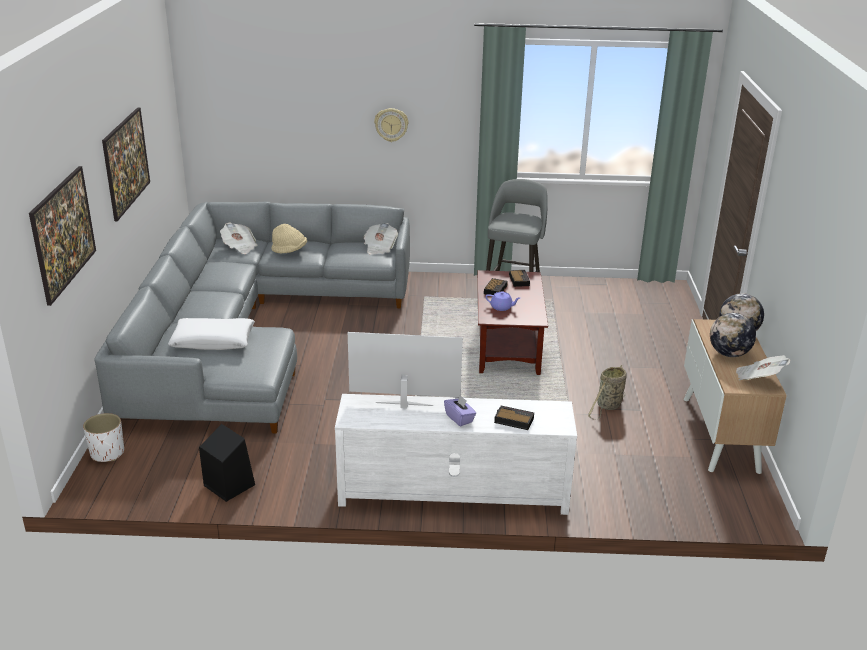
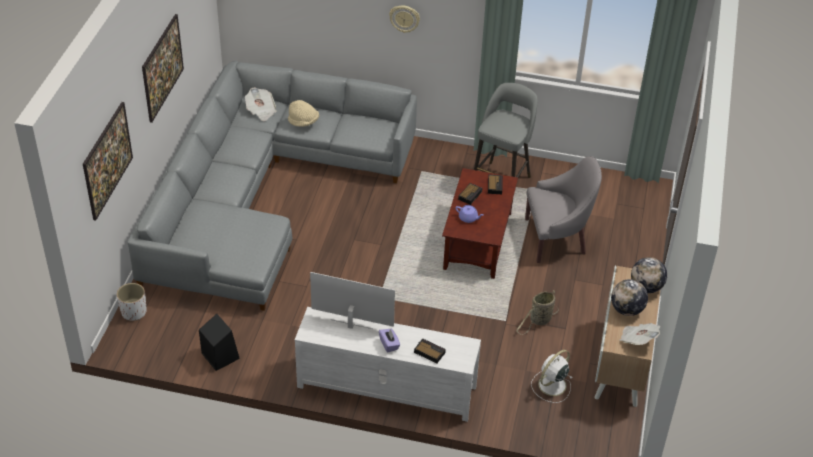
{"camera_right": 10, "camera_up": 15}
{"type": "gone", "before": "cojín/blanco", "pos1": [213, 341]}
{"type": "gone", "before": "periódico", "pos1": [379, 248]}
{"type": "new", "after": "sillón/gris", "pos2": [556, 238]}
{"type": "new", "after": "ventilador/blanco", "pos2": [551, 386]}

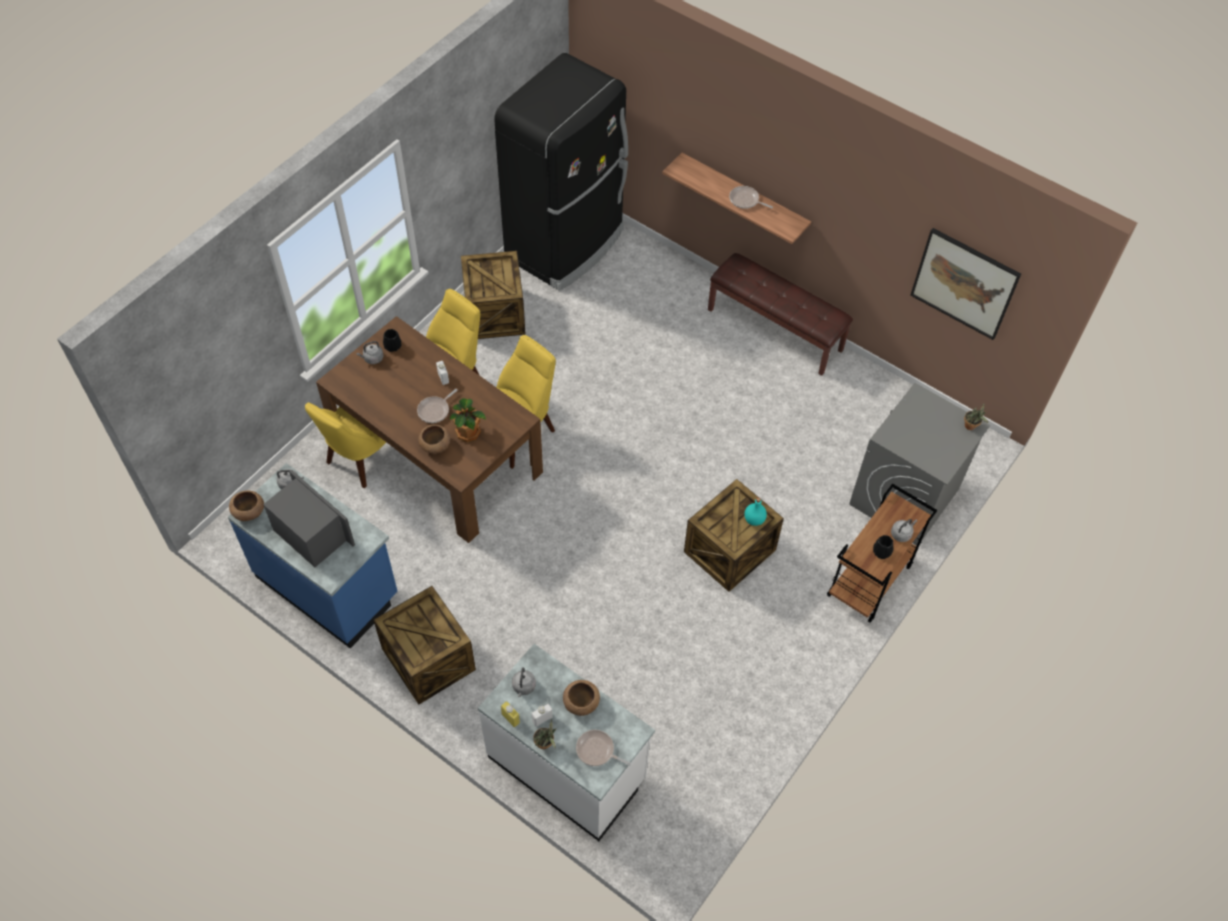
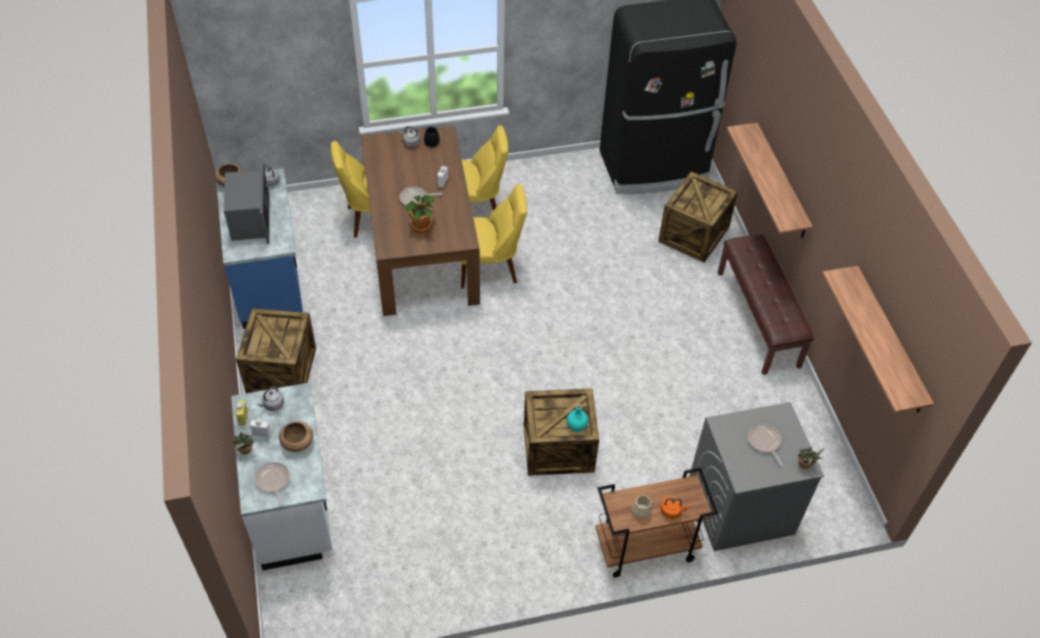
{"camera_right": 40, "camera_up": -5}
{"type": "gone", "before": "cuenco/marrón", "pos1": [435, 445]}
{"type": "shifted", "before": "caja de embalaje", "pos1": [496, 313], "pos2": [694, 235]}
{"type": "shifted", "before": "sartén", "pos1": [745, 200], "pos2": [764, 442]}
{"type": "swapped", "before": "cuadro", "after": "estante", "pos1": [964, 283], "pos2": [889, 341]}
{"type": "repainted", "before": "florero/negro", "after": "florero/beis", "pos1": [882, 552], "pos2": [641, 512]}
{"type": "repainted", "before": "hervidor/gris", "after": "hervidor/naranja", "pos1": [901, 534], "pos2": [672, 511]}

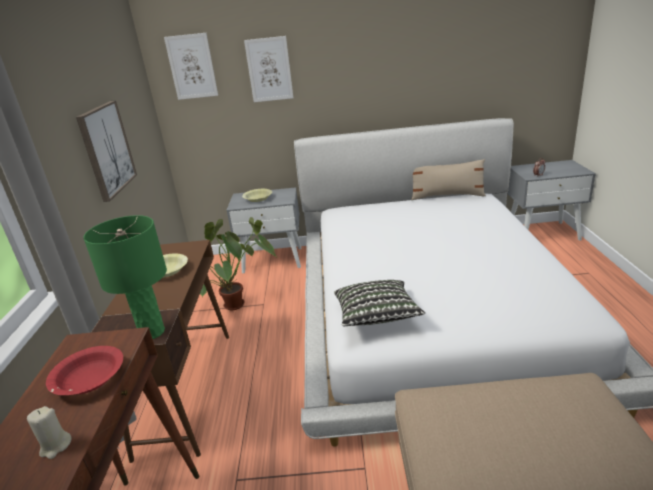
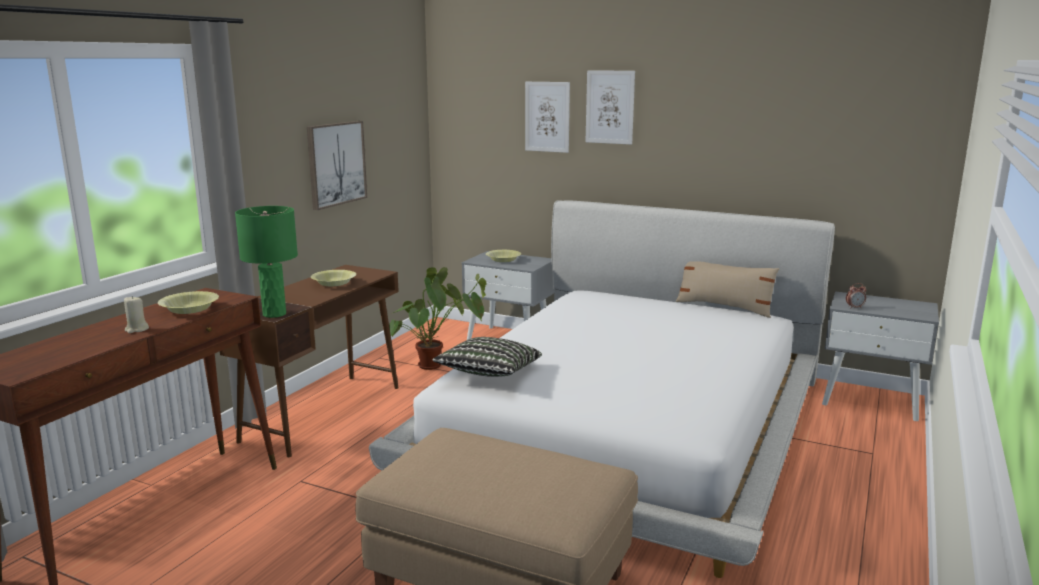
{"camera_right": 25, "camera_up": -10}
{"type": "shifted", "before": "cuadro", "pos1": [192, 66], "pos2": [610, 107]}
{"type": "repainted", "before": "cuenco/rojo", "after": "cuenco/amarillo", "pos1": [89, 379], "pos2": [189, 309]}

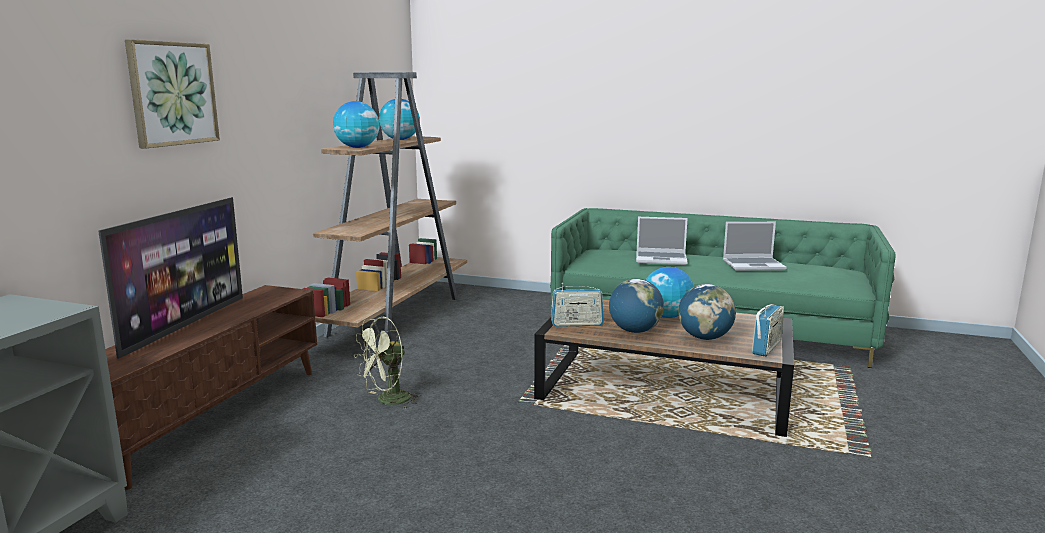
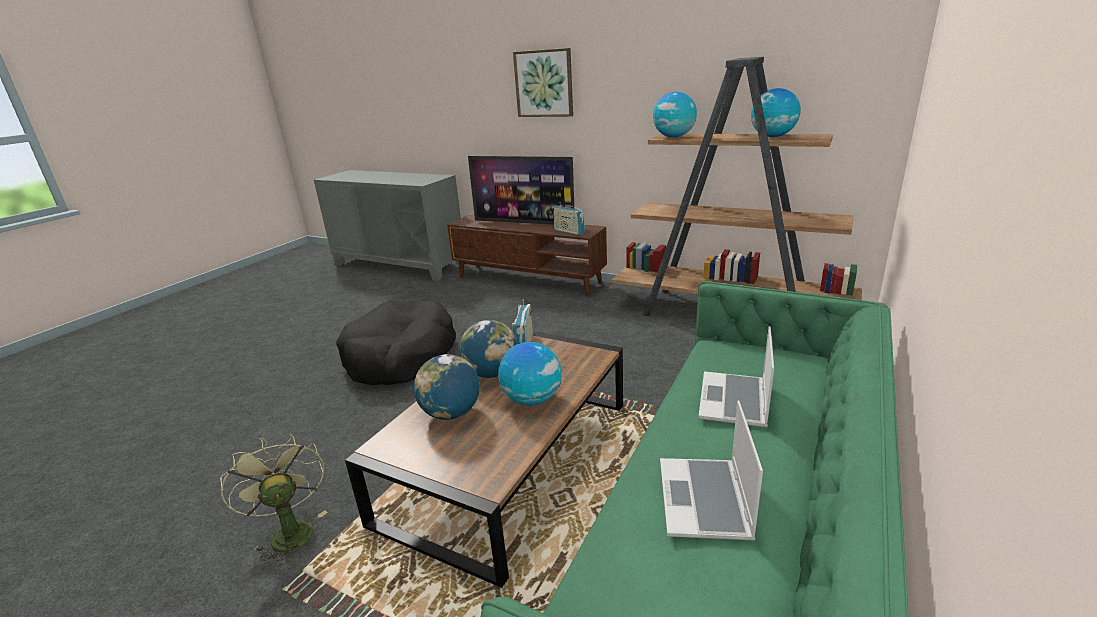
{"camera_right": 100, "camera_up": 10}
{"type": "new", "after": "cama para perro/negro", "pos2": [401, 356]}
{"type": "shifted", "before": "ventilador/verde", "pos1": [388, 401], "pos2": [289, 531]}
{"type": "shifted", "before": "radio", "pos1": [766, 347], "pos2": [569, 232]}

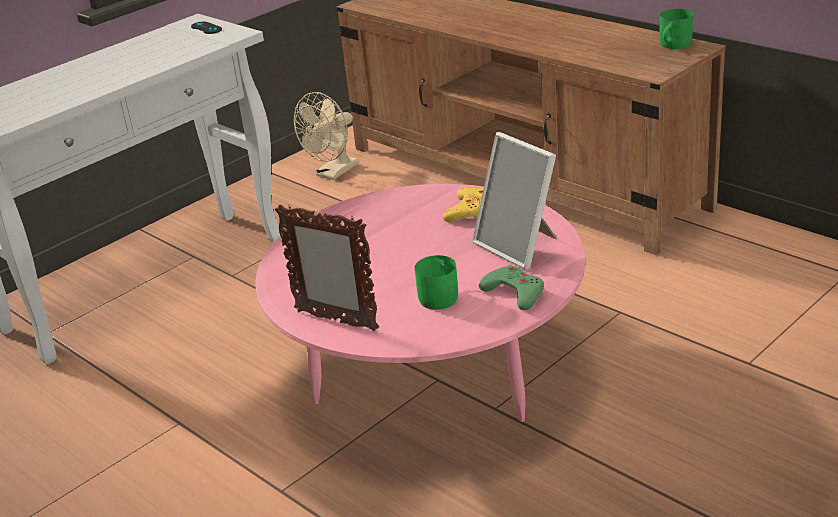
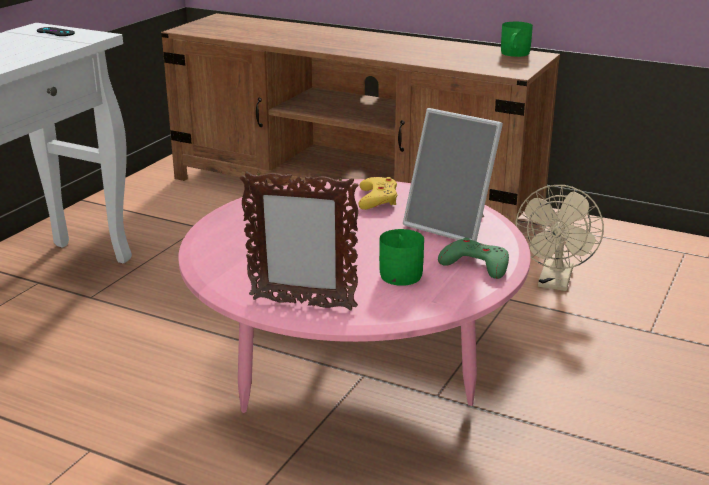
{"camera_right": -20, "camera_up": -5}
{"type": "shifted", "before": "ventilador/beis", "pos1": [333, 173], "pos2": [555, 283]}

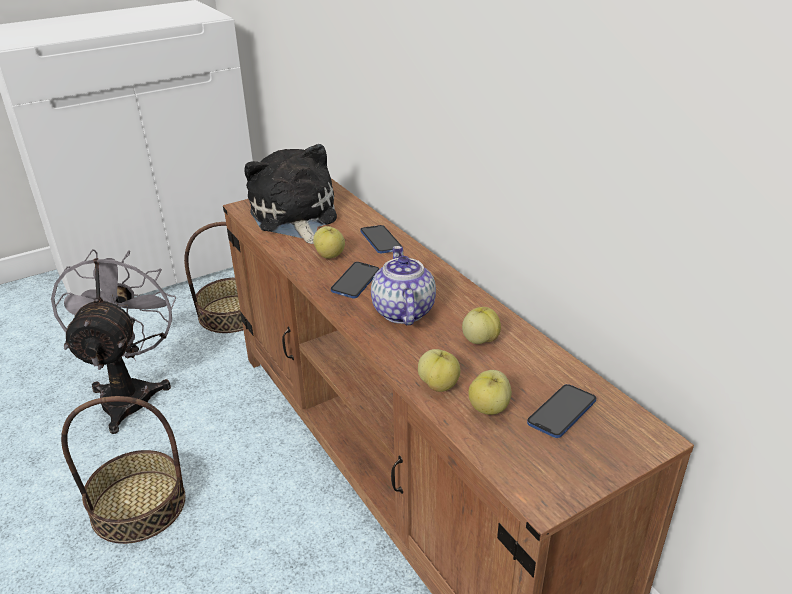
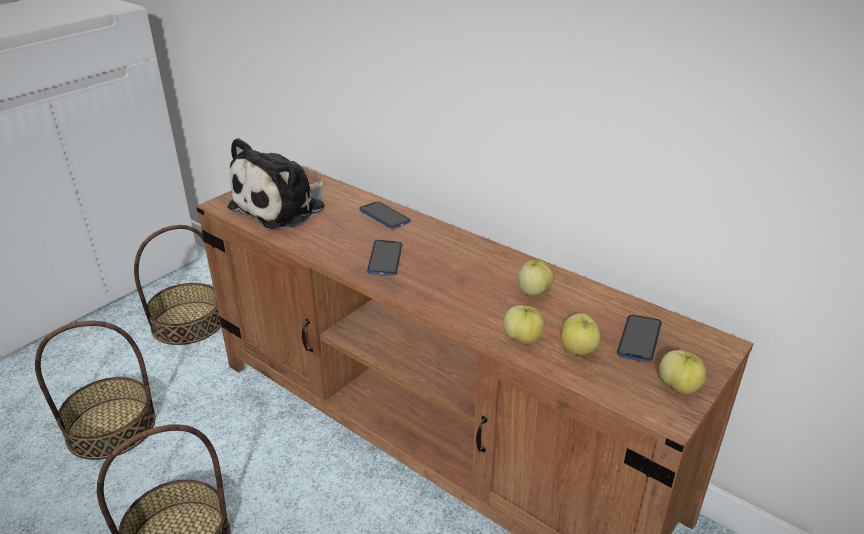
{"camera_right": -20, "camera_up": 0}
{"type": "gone", "before": "tetera", "pos1": [402, 311]}
{"type": "shifted", "before": "manzana", "pos1": [330, 255], "pos2": [679, 387]}
{"type": "swapped", "before": "ventilador/gris", "after": "cesta", "pos1": [130, 392], "pos2": [111, 428]}
{"type": "rotated", "before": "peluche", "pos1": [294, 217], "pos2": [282, 206], "turn": -105}

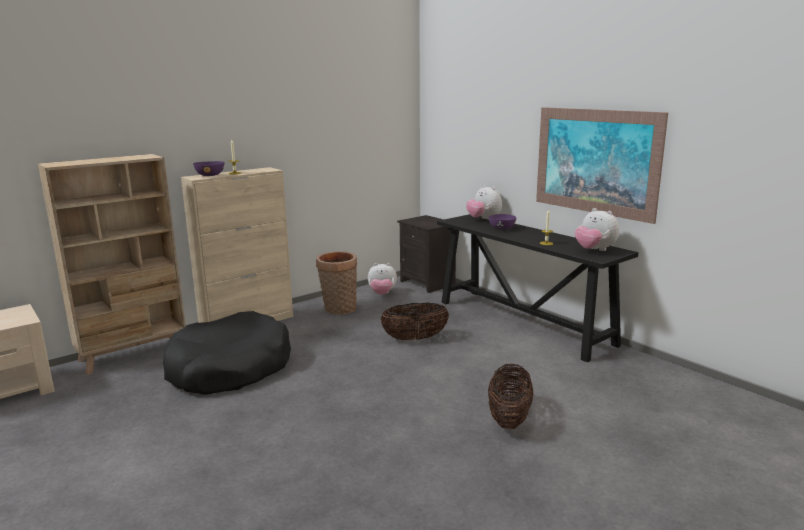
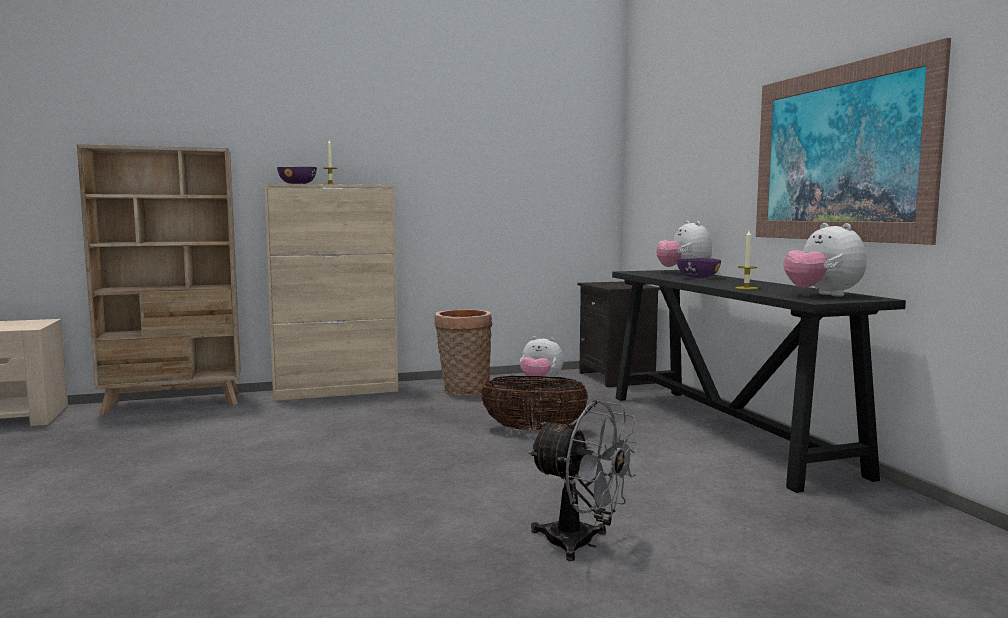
{"camera_right": 20, "camera_up": -10}
{"type": "gone", "before": "cama para perro/negro", "pos1": [229, 368]}
{"type": "swapped", "before": "cesta", "after": "ventilador/gris", "pos1": [509, 418], "pos2": [581, 544]}

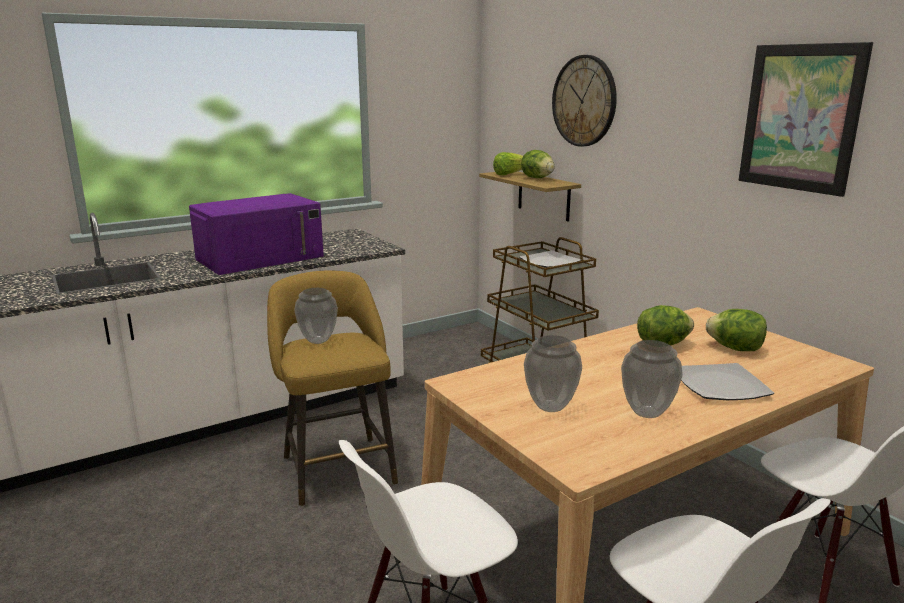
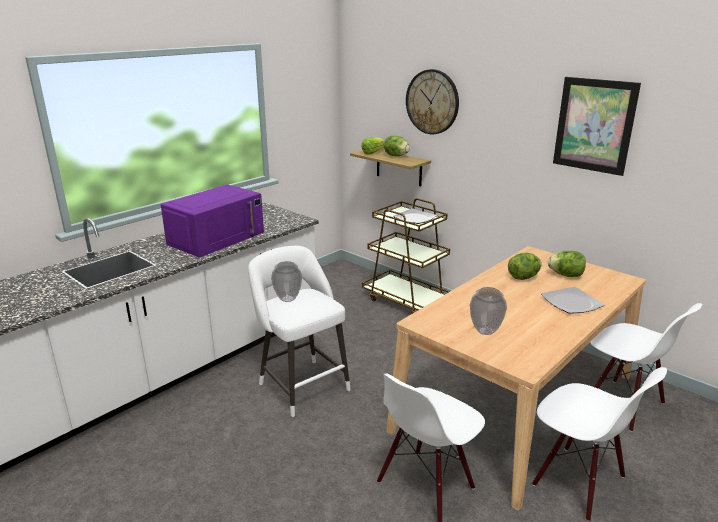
{"camera_right": -15, "camera_up": 5}
{"type": "gone", "before": "florero", "pos1": [646, 412]}
{"type": "repainted", "before": "taburete/amarillo", "after": "taburete/blanco", "pos1": [337, 467], "pos2": [301, 385]}

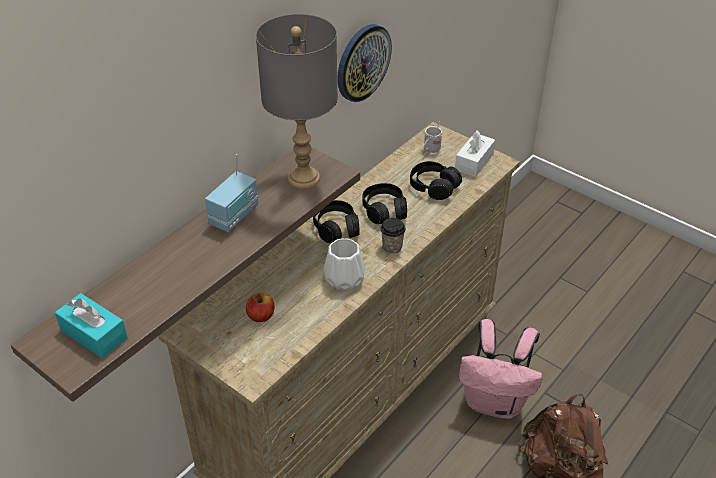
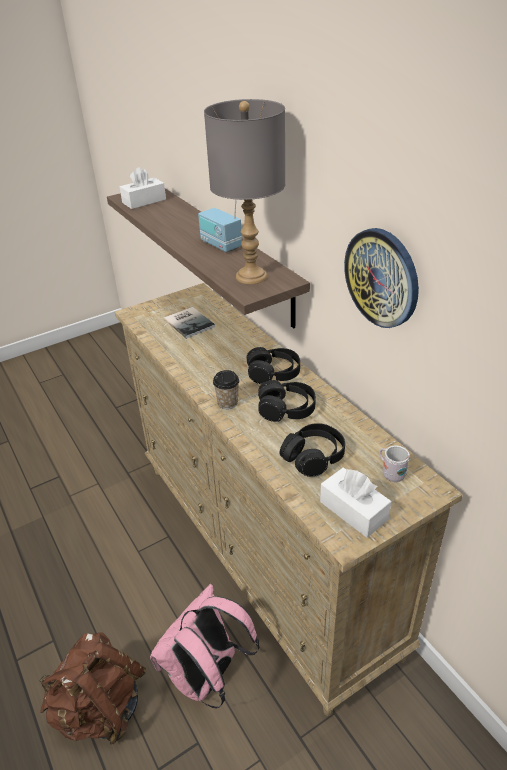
{"camera_right": 110, "camera_up": -5}
{"type": "gone", "before": "florero/blanco", "pos1": [345, 279]}
{"type": "swapped", "before": "manzana", "after": "libro", "pos1": [261, 316], "pos2": [190, 322]}
{"type": "repainted", "before": "caja de pañuelos/turquesa", "after": "caja de pañuelos/blanco", "pos1": [94, 334], "pos2": [144, 201]}

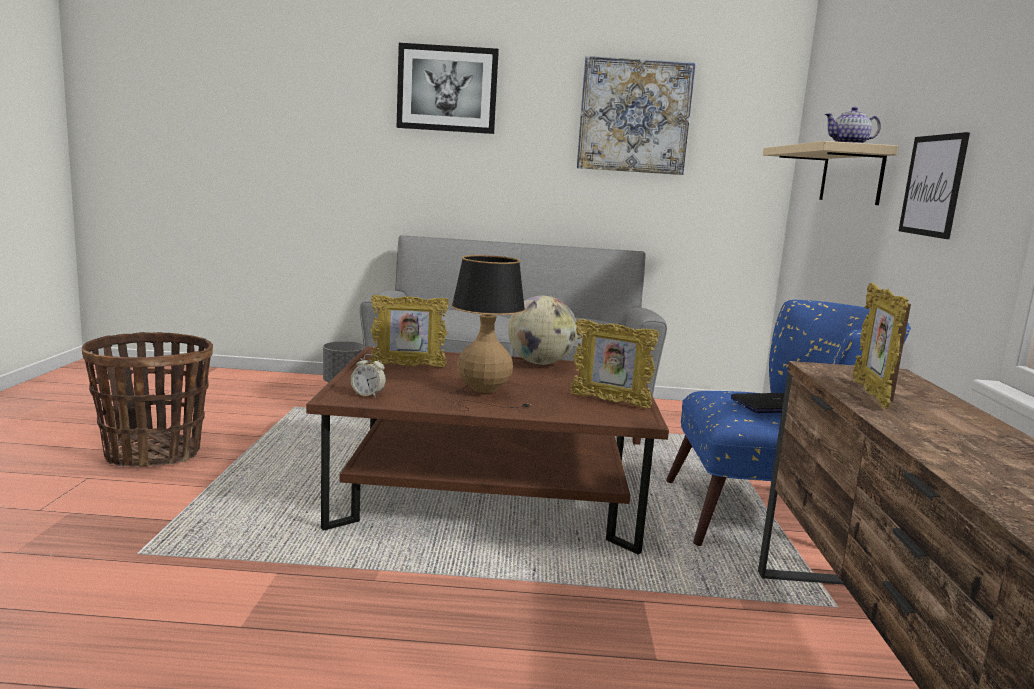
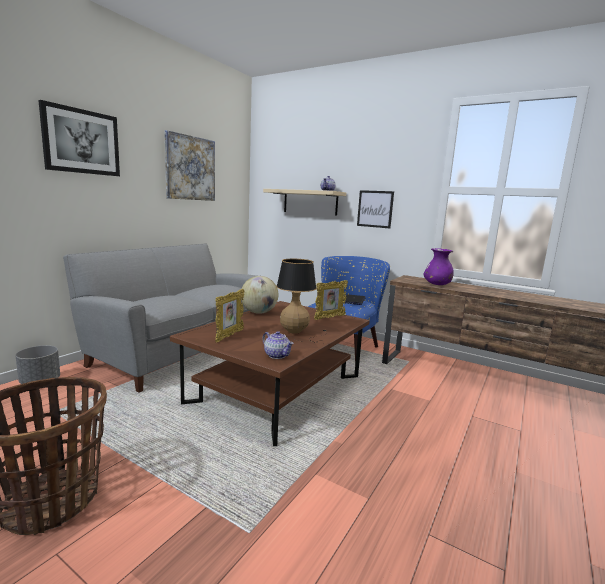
{"camera_right": -60, "camera_up": 0}
{"type": "swapped", "before": "despertador", "after": "tetera", "pos1": [368, 395], "pos2": [277, 355]}
{"type": "swapped", "before": "portarretratos", "after": "florero/morado", "pos1": [871, 395], "pos2": [437, 285]}

